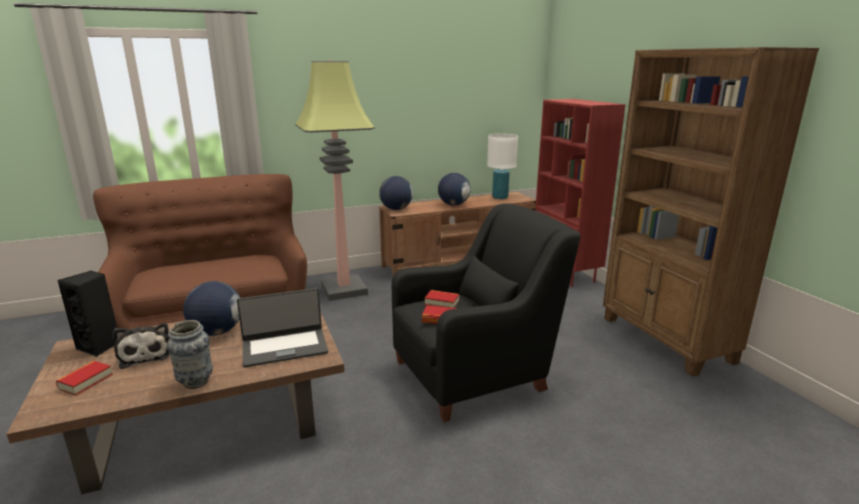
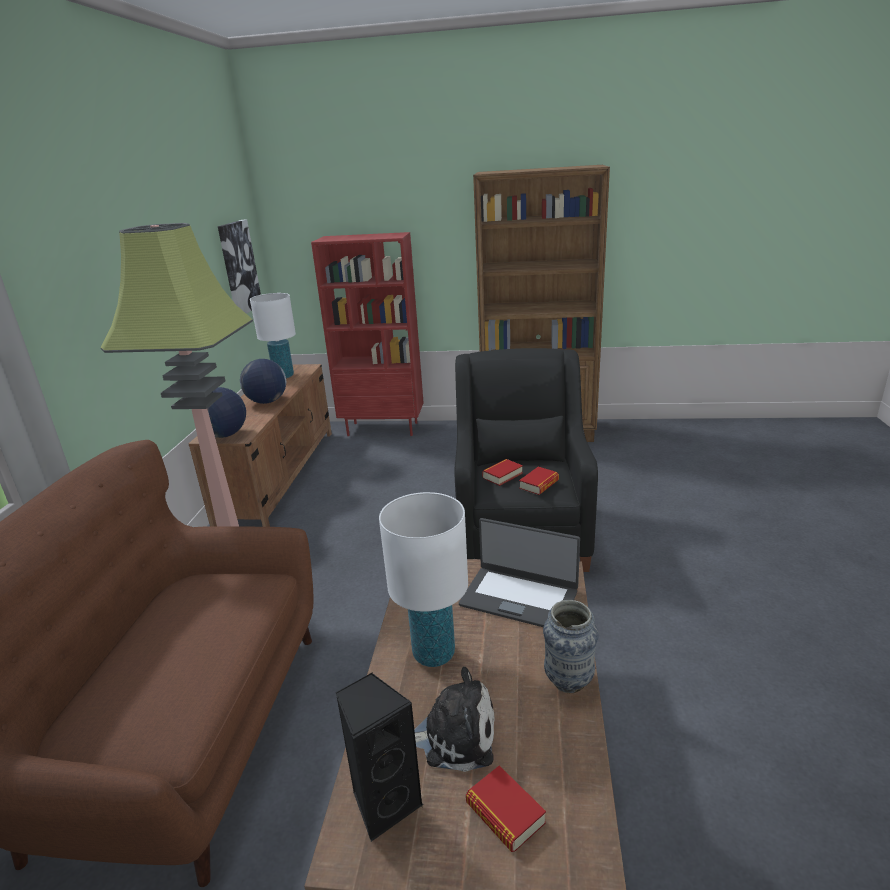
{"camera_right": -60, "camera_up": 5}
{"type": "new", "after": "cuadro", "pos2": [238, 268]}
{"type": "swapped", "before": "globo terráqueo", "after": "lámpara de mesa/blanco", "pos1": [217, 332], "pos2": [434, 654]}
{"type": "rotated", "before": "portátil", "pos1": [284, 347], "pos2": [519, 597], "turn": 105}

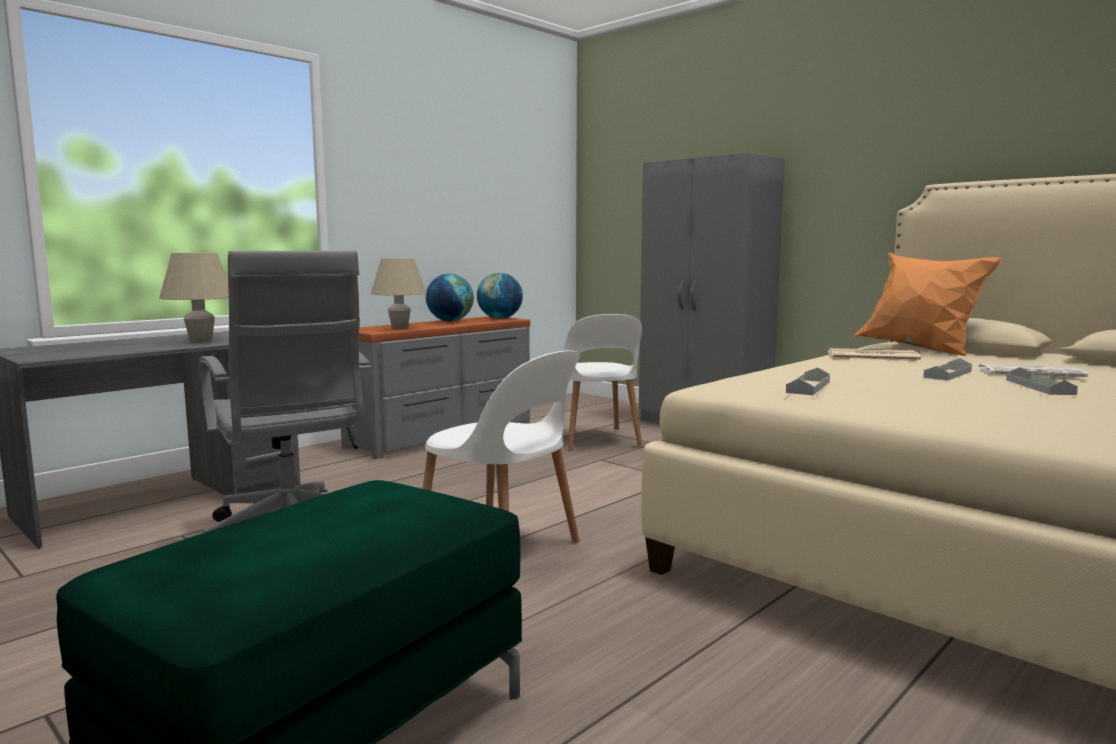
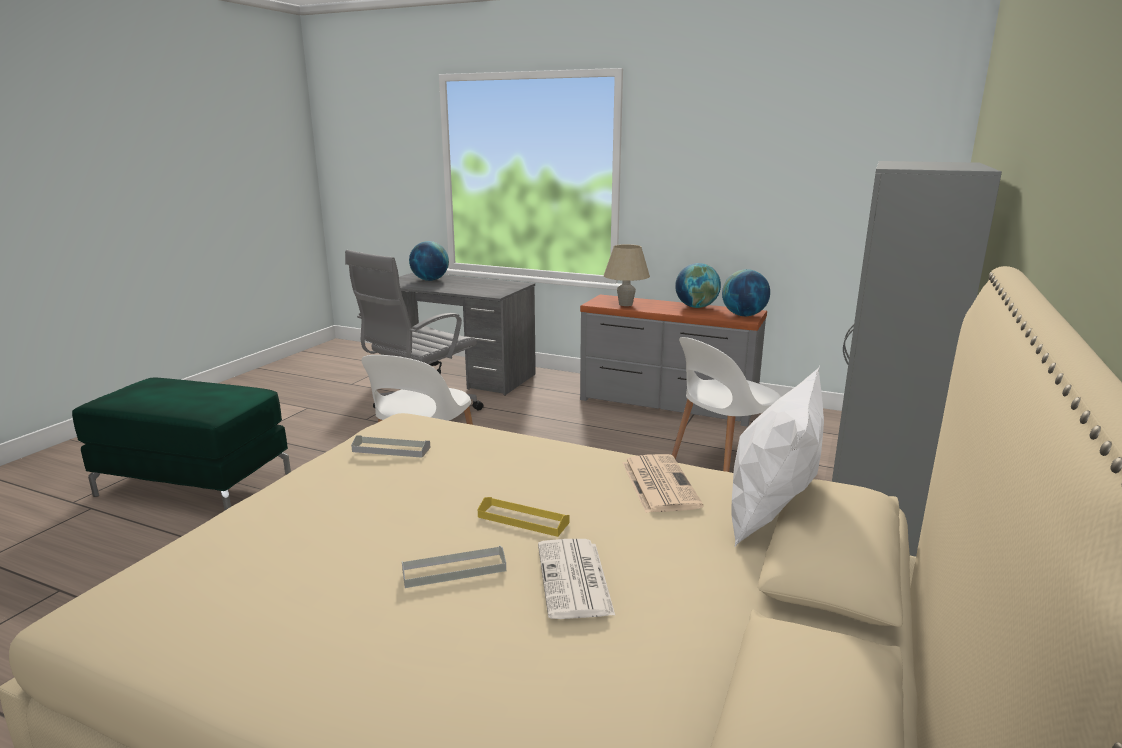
{"camera_right": 70, "camera_up": 10}
{"type": "gone", "before": "lámpara de mesa/beis", "pos1": [201, 341]}
{"type": "new", "after": "globo terráqueo", "pos2": [430, 280]}
{"type": "repainted", "before": "cojín/naranja", "after": "cojín/blanco", "pos1": [919, 350], "pos2": [769, 517]}
{"type": "repainted", "before": "bandeja/gris", "after": "bandeja/amarillo", "pos1": [947, 374], "pos2": [523, 520]}

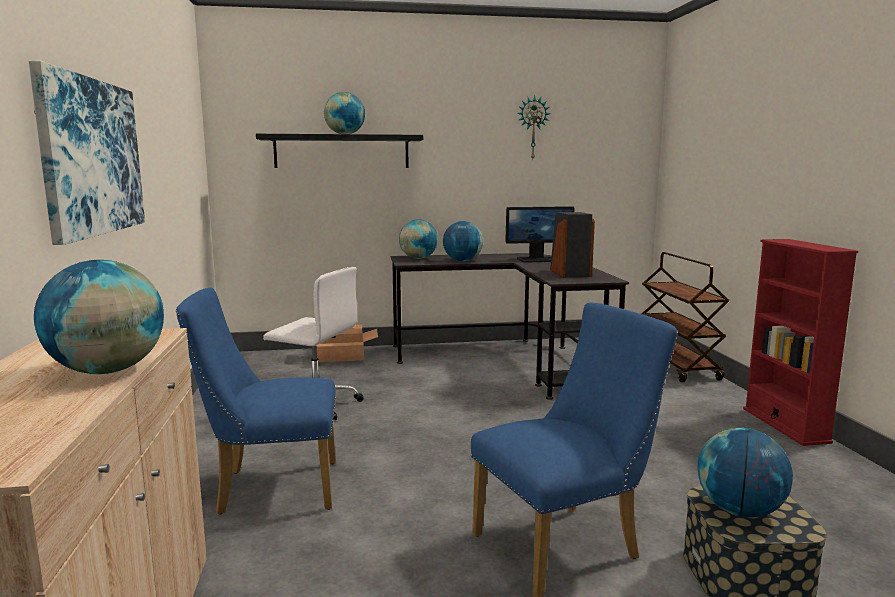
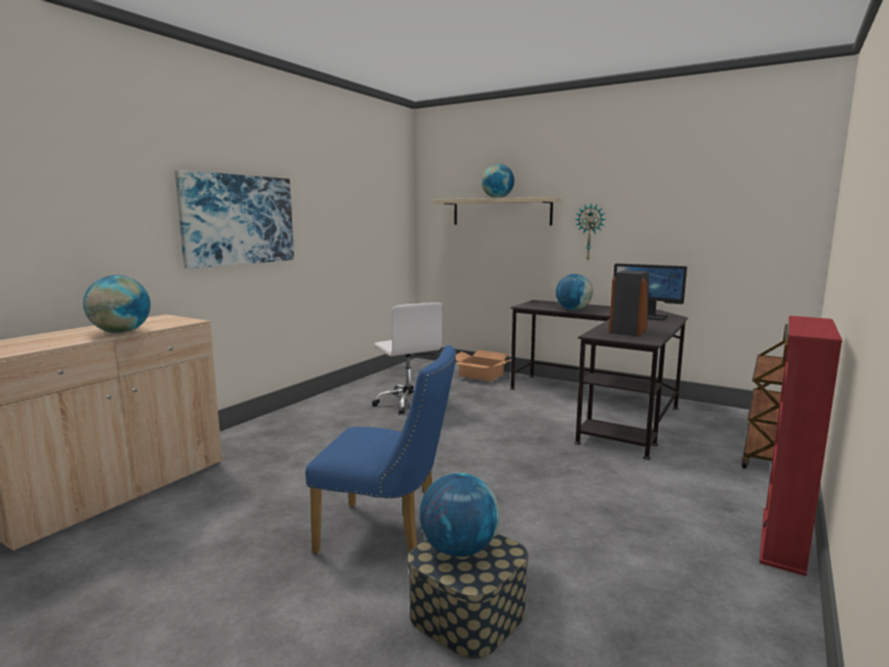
{"camera_right": 40, "camera_up": 0}
{"type": "gone", "before": "silla/azul", "pos1": [269, 488]}
{"type": "gone", "before": "globo terráqueo", "pos1": [418, 258]}
{"type": "shifted", "before": "reloj de pared", "pos1": [532, 128], "pos2": [590, 232]}
{"type": "repainted", "before": "estante/negro", "after": "estante/beis", "pos1": [342, 152], "pos2": [501, 212]}

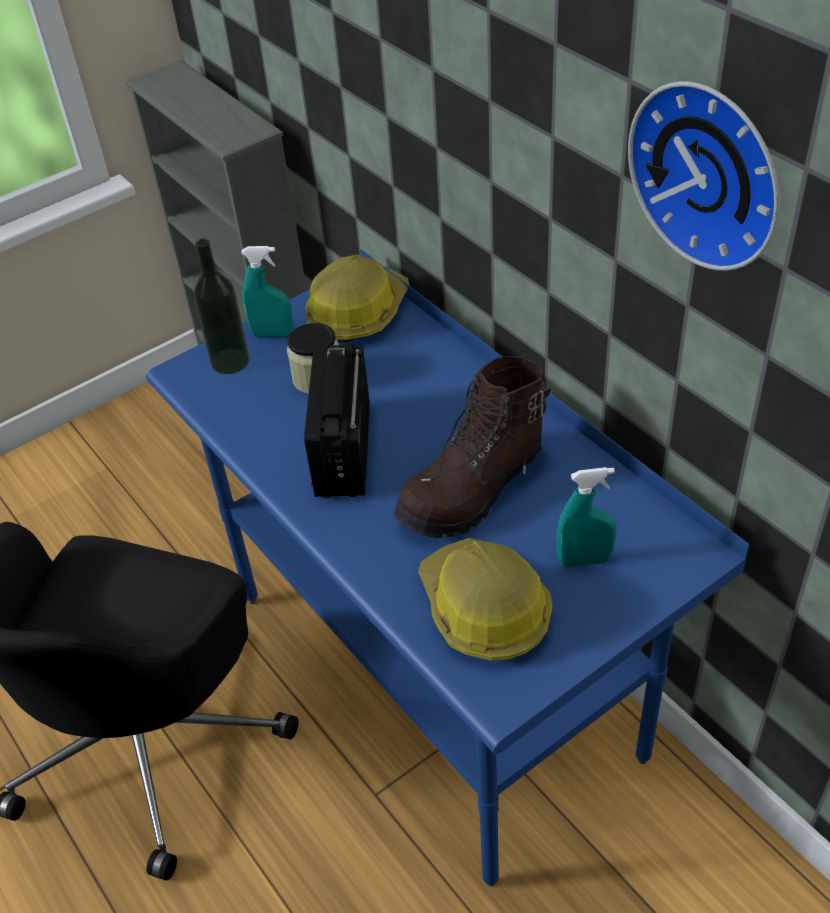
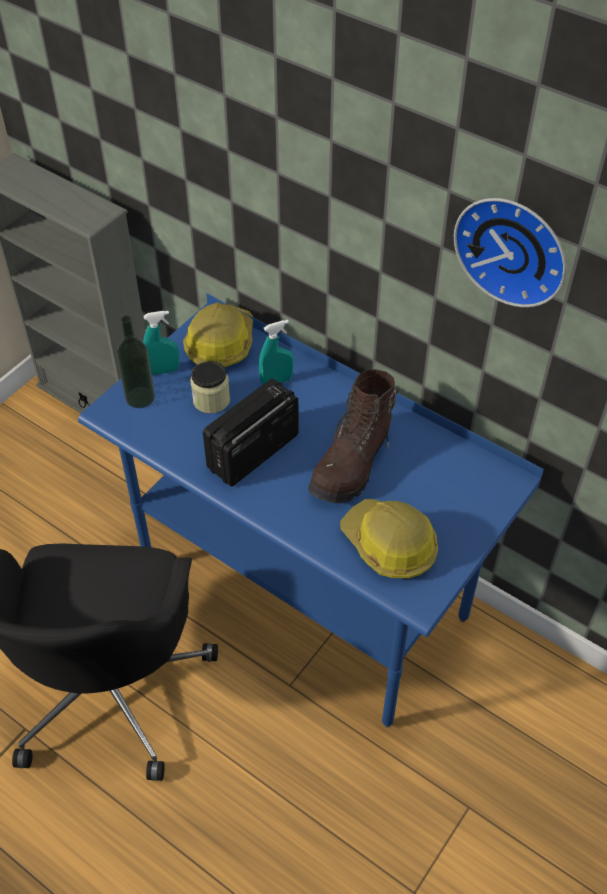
{"camera_right": -20, "camera_up": 5}
{"type": "shifted", "before": "pulverizador/turquesa", "pos1": [584, 560], "pos2": [276, 381]}
{"type": "rotated", "before": "radio", "pos1": [343, 451], "pos2": [252, 452], "turn": 60}

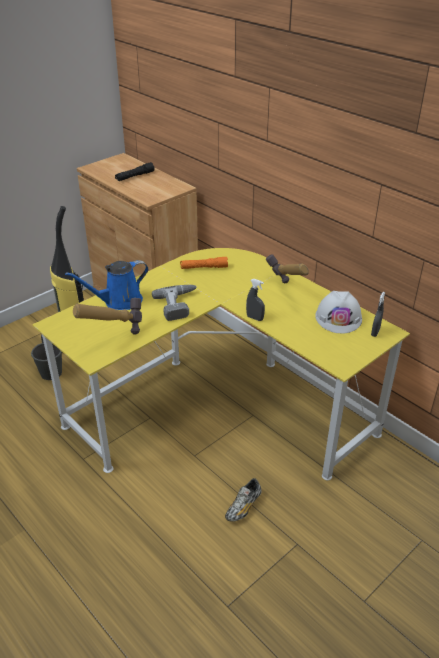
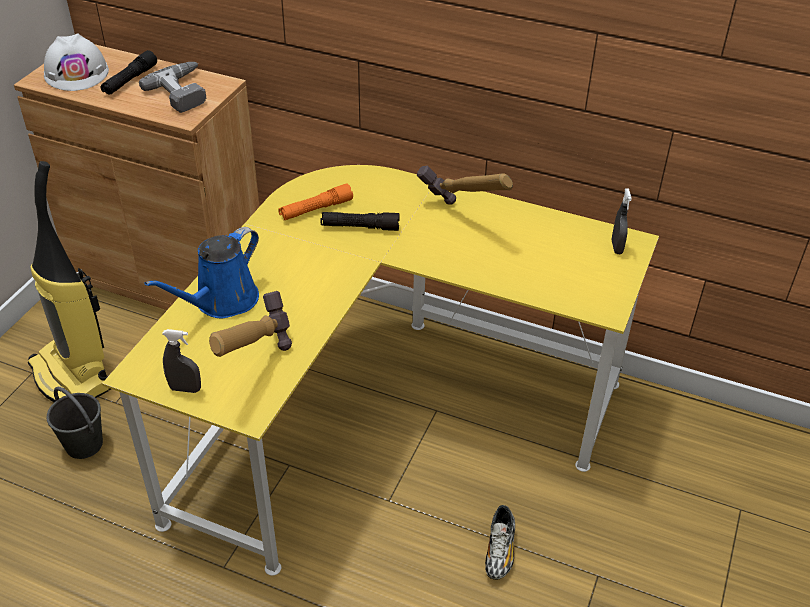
{"camera_right": -25, "camera_up": 5}
{"type": "new", "after": "linterna/negro", "pos2": [360, 227]}
{"type": "shifted", "before": "taladro", "pos1": [179, 305], "pos2": [184, 91]}
{"type": "shifted", "before": "pulverizador/gris", "pos1": [254, 318], "pos2": [185, 389]}
{"type": "shifted", "before": "casco/blanco", "pos1": [338, 318], "pos2": [77, 73]}

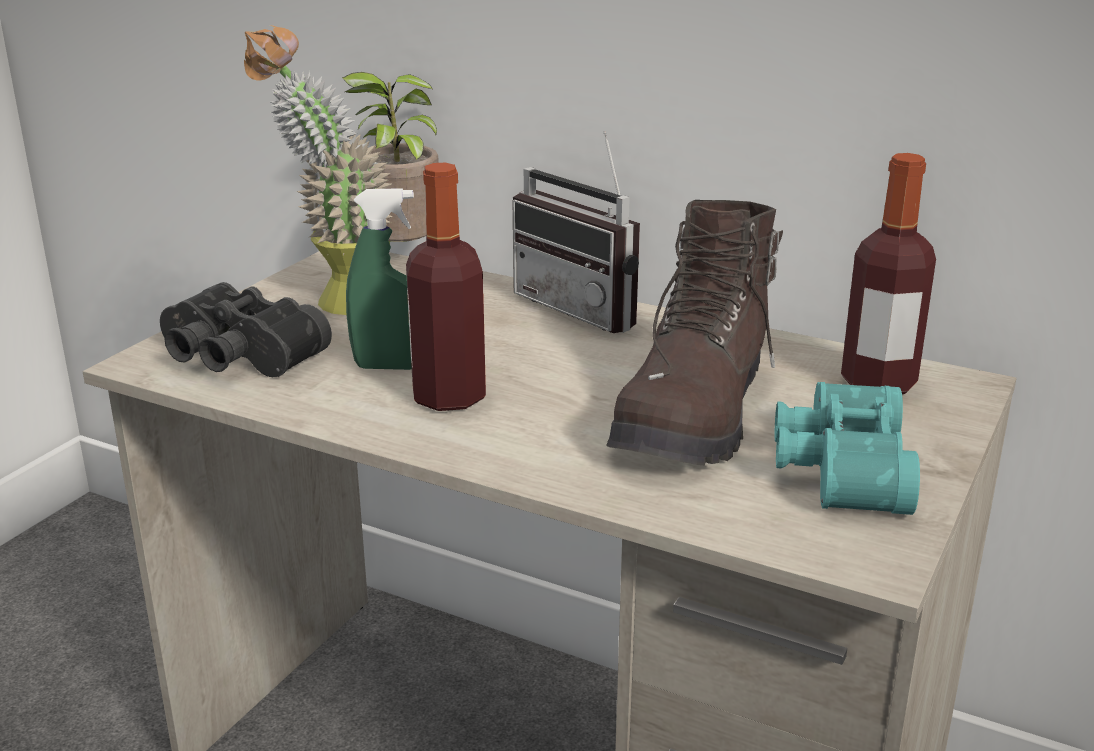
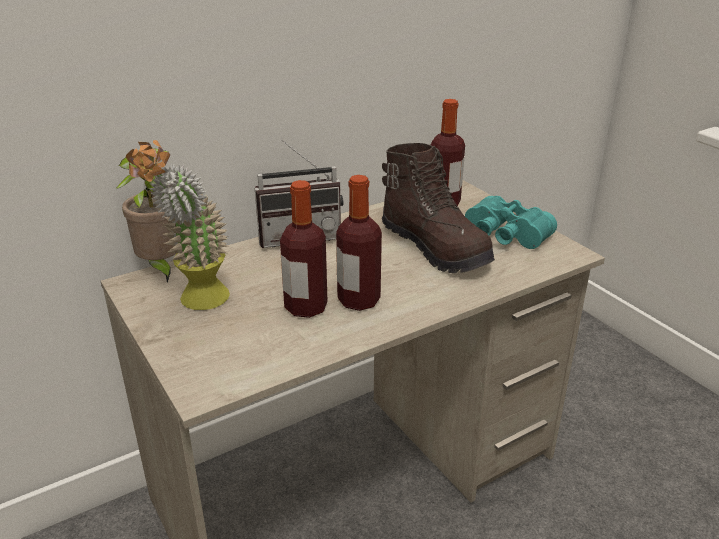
{"camera_right": -60, "camera_up": 5}
{"type": "gone", "before": "prismáticos/negro", "pos1": [236, 358]}
{"type": "swapped", "before": "pulverizador/verde", "after": "botella", "pos1": [391, 366], "pos2": [306, 307]}

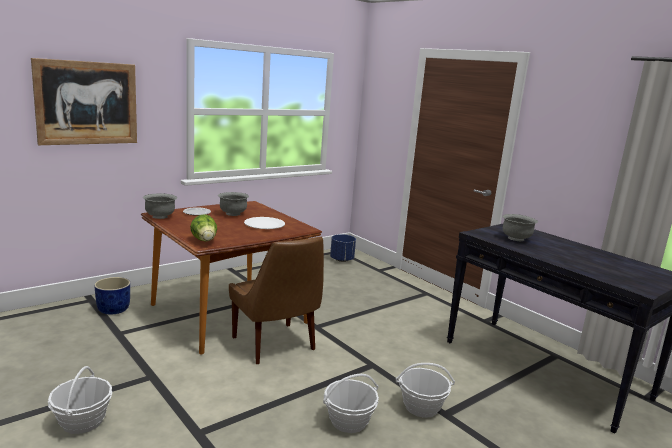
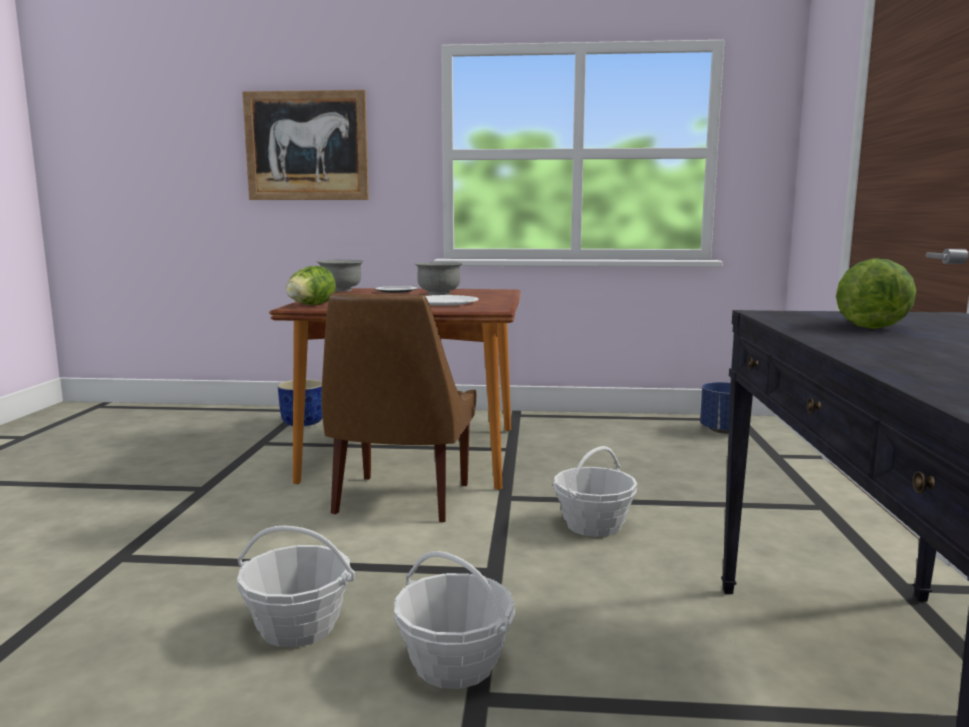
{"camera_right": 45, "camera_up": -5}
{"type": "shifted", "before": "cesta", "pos1": [82, 421], "pos2": [593, 525]}
{"type": "swapped", "before": "cuenco/gris", "after": "lechuga", "pos1": [516, 239], "pos2": [869, 325]}

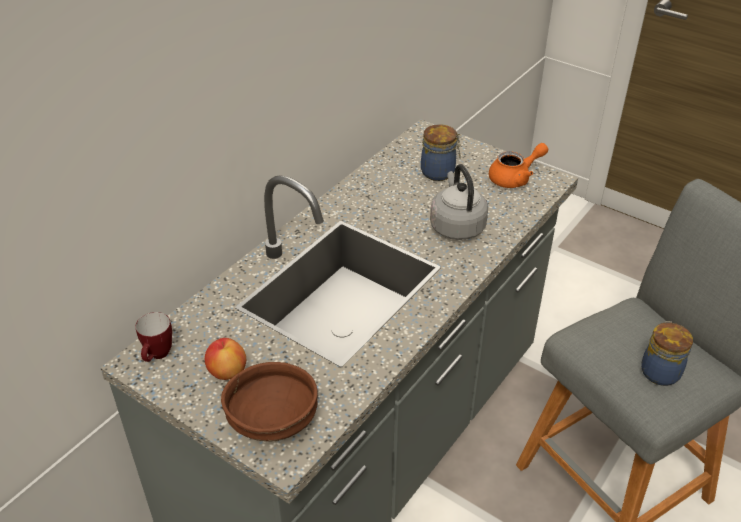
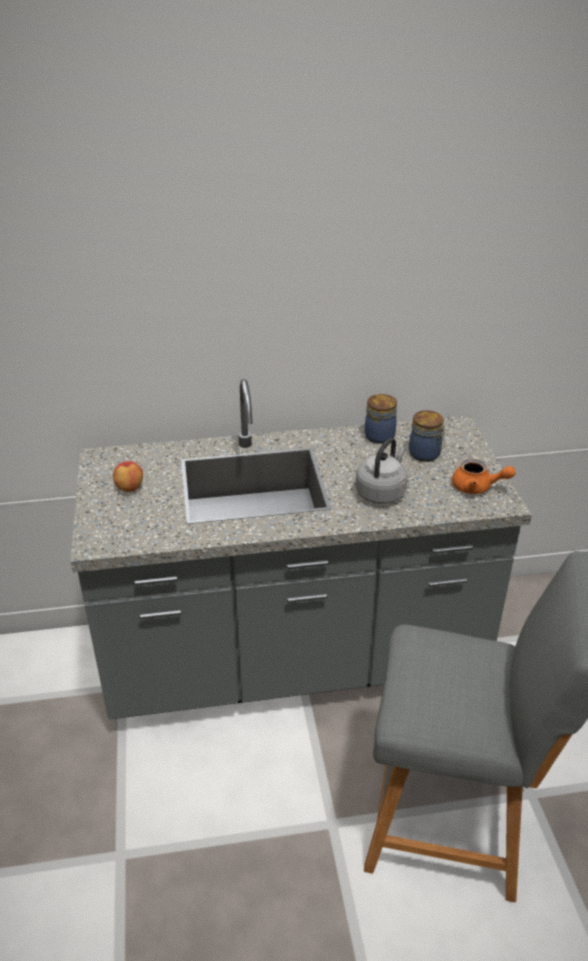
{"camera_right": 45, "camera_up": -5}
{"type": "gone", "before": "taza grande", "pos1": [158, 356]}
{"type": "gone", "before": "cuenco/marrón", "pos1": [273, 420]}
{"type": "shifted", "before": "tarro", "pos1": [660, 371], "pos2": [380, 436]}

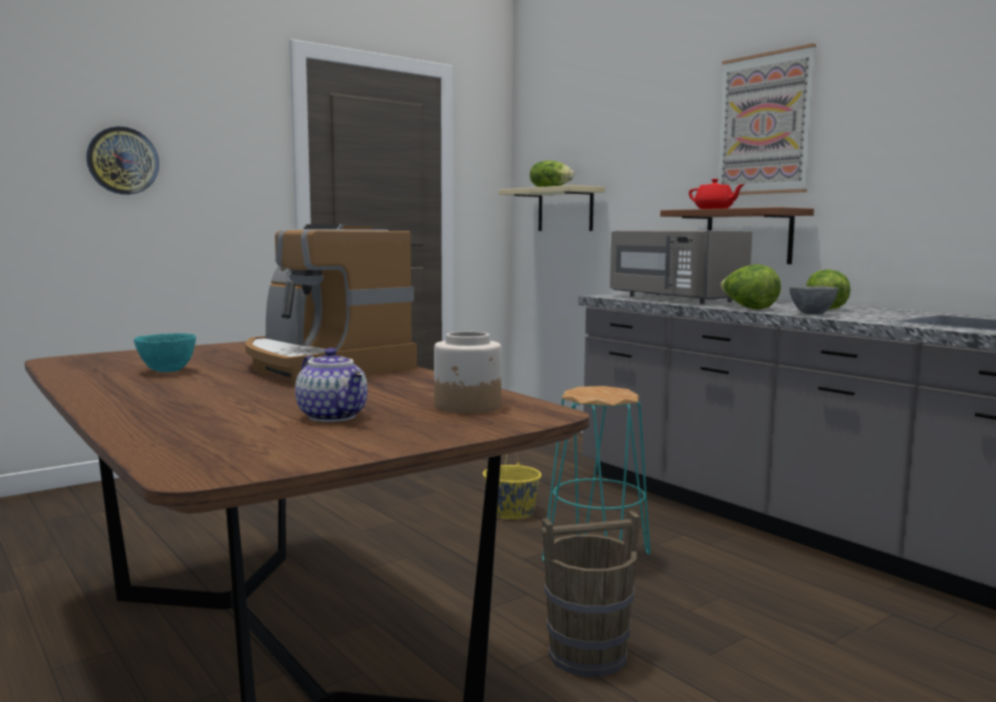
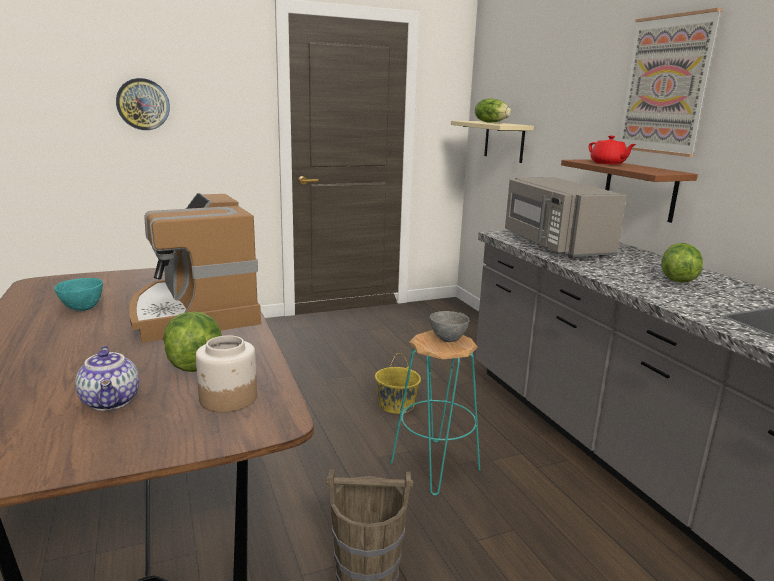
{"camera_right": 15, "camera_up": 10}
{"type": "shifted", "before": "lechuga", "pos1": [748, 308], "pos2": [195, 363]}
{"type": "shifted", "before": "cuenco/gris", "pos1": [812, 314], "pos2": [447, 339]}

